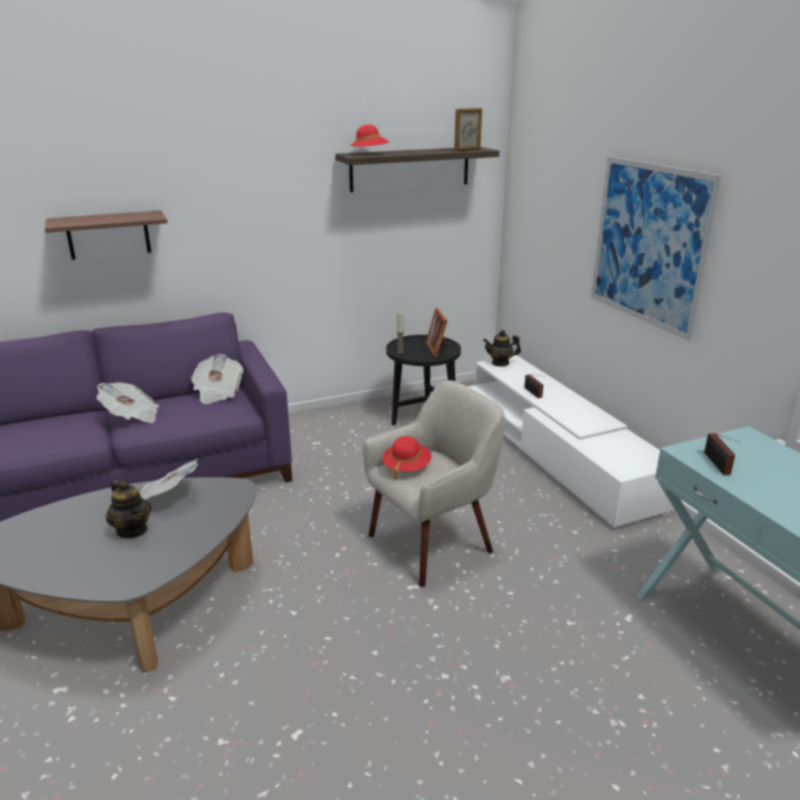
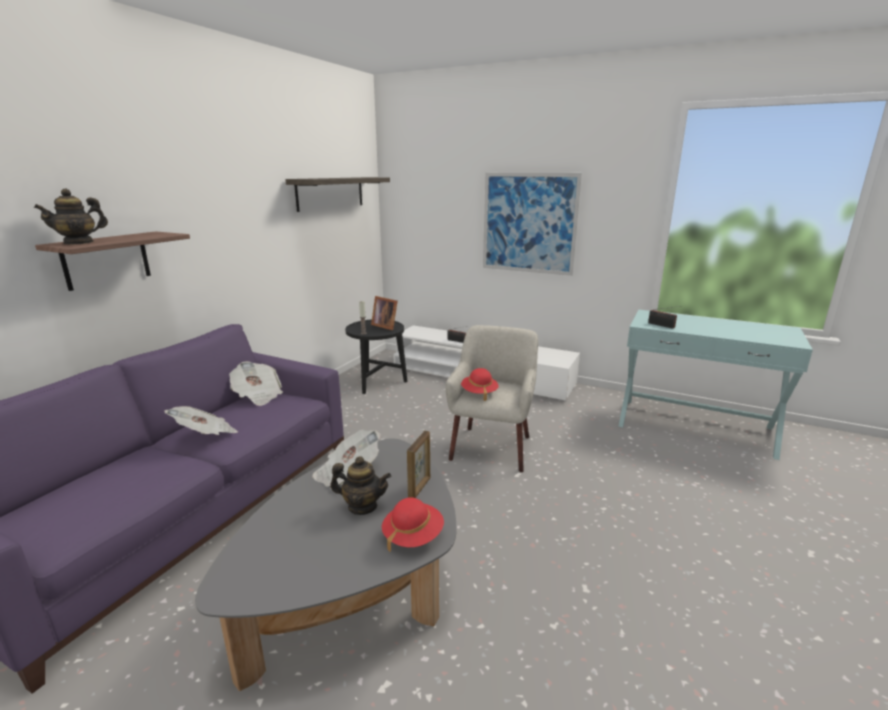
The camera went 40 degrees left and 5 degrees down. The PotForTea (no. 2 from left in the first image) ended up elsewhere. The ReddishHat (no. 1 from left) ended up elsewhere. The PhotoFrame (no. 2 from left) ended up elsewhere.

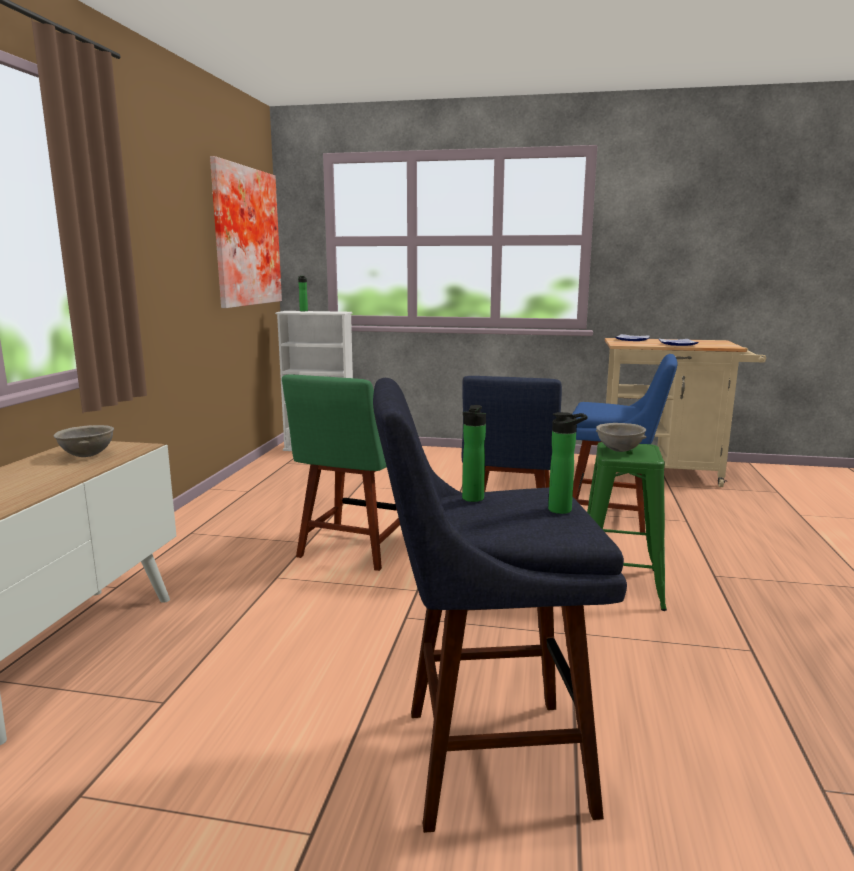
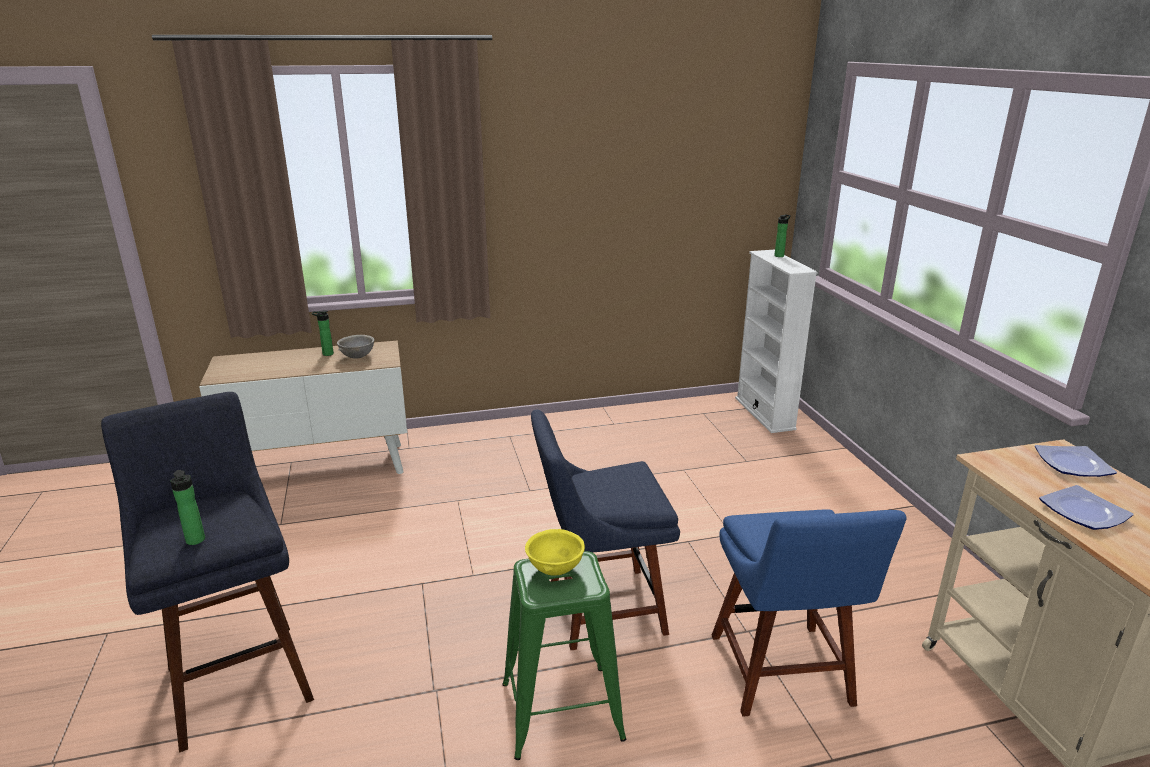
The camera went 65 degrees right and 10 degrees up. The DrinkBottle (no. 2 from left) ended up elsewhere. What was the GreyishServingBowl (no. 2 from left) turned into the YellowServingBowl. The second view lost the Picture. The second view lost the GreenChair.

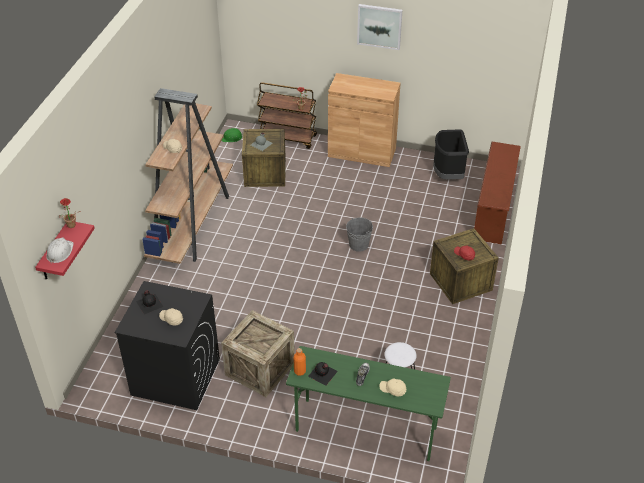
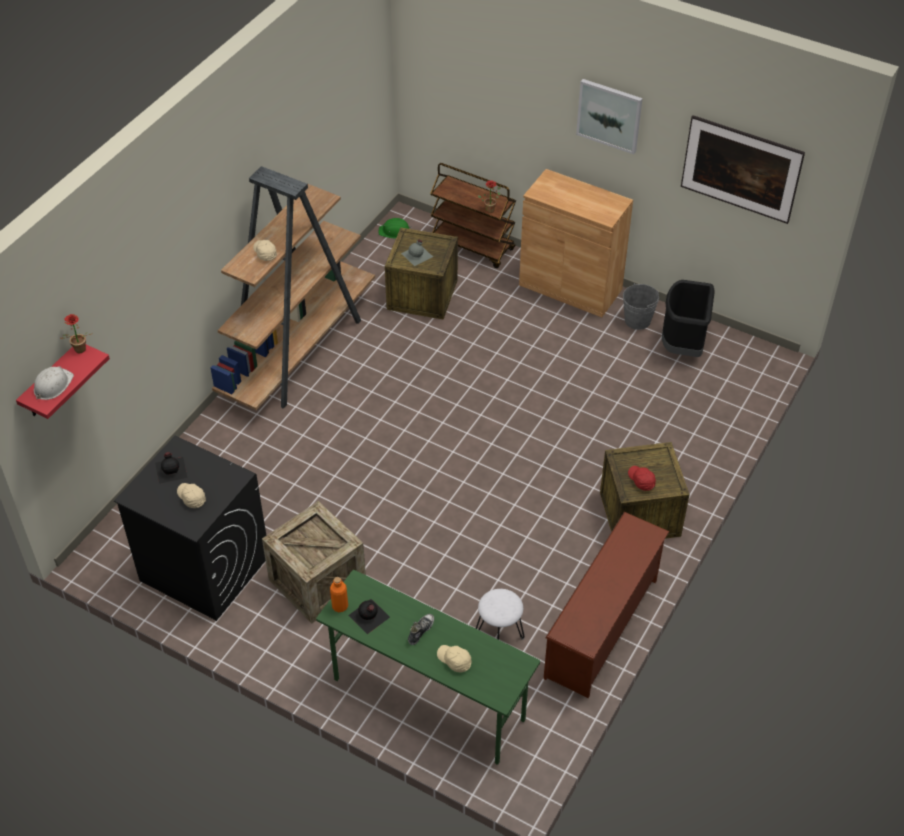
The camera went 15 degrees right and 5 degrees up. The BrownShoeRack ended up elsewhere. The GreyishPail ended up elsewhere. The second view gained the Picture (no. 2 from left).

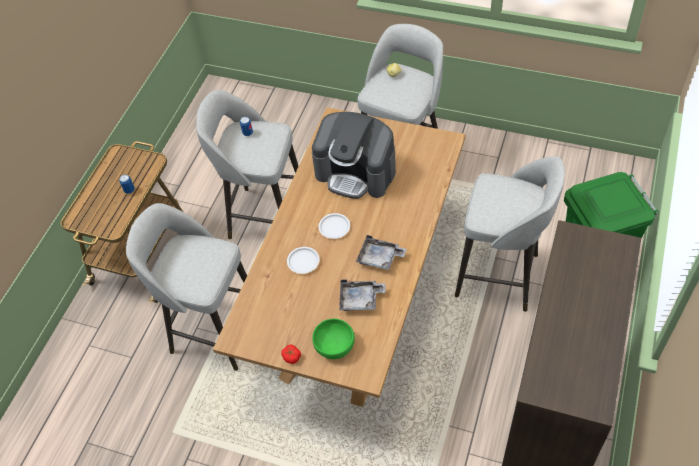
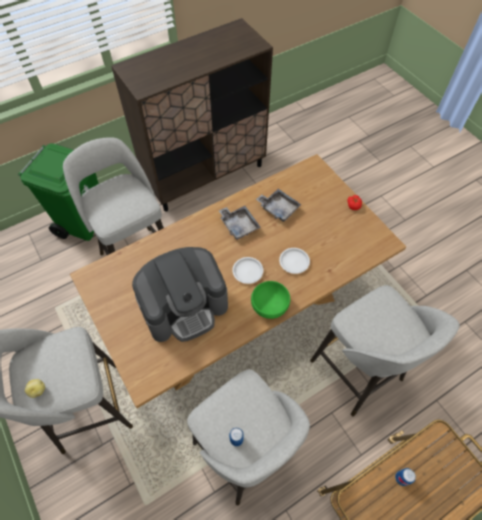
The camera went 145 degrees left and 5 degrees up. The CoffeeMaker ended up facing another way, 90 degrees clockwise from before. The GreenServingBowl ended up elsewhere.

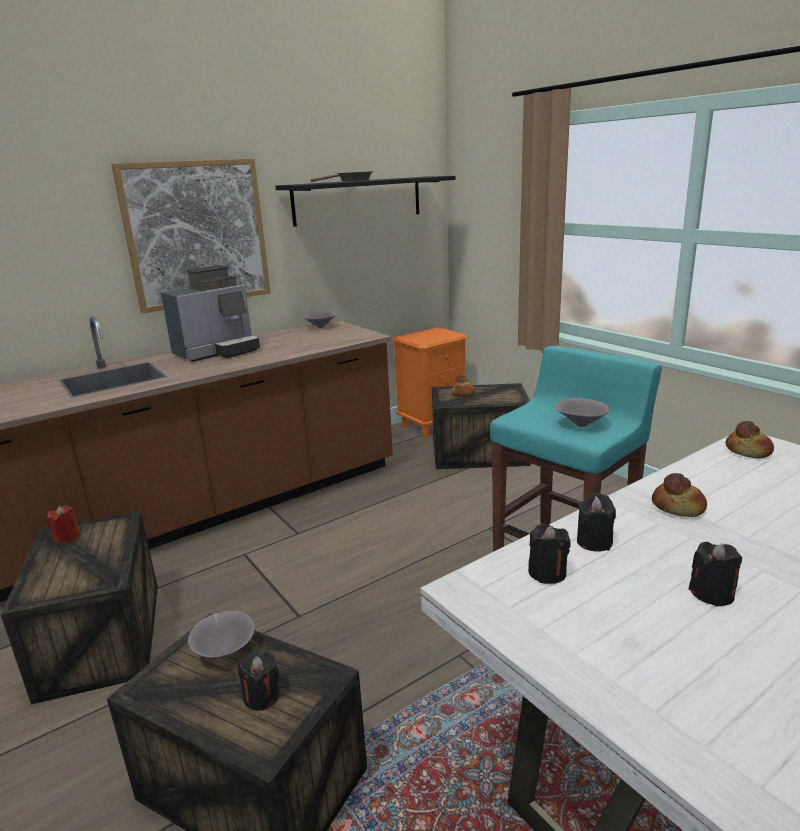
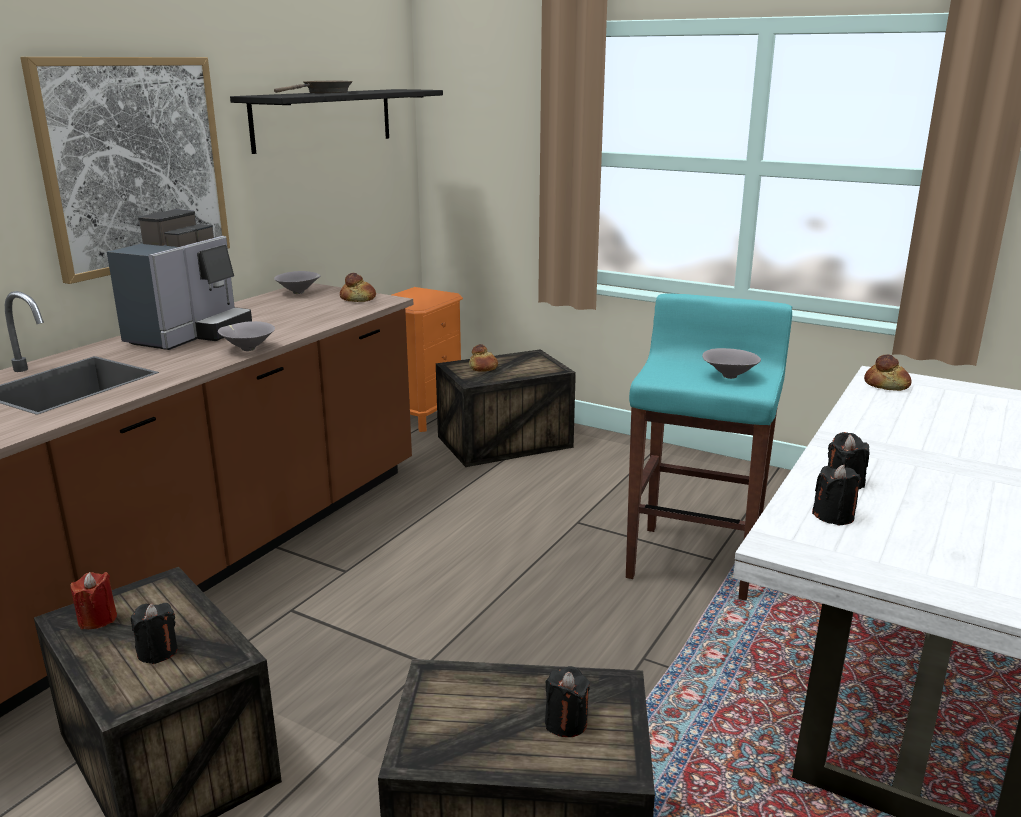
The camera went 25 degrees left and 0 degrees up. The BlackCandle (no. 4 from left in the first image) ended up elsewhere. The GreyishServingBowl (no. 1 from left) ended up elsewhere. The BakedBread (no. 2 from left in the first image) ended up elsewhere.

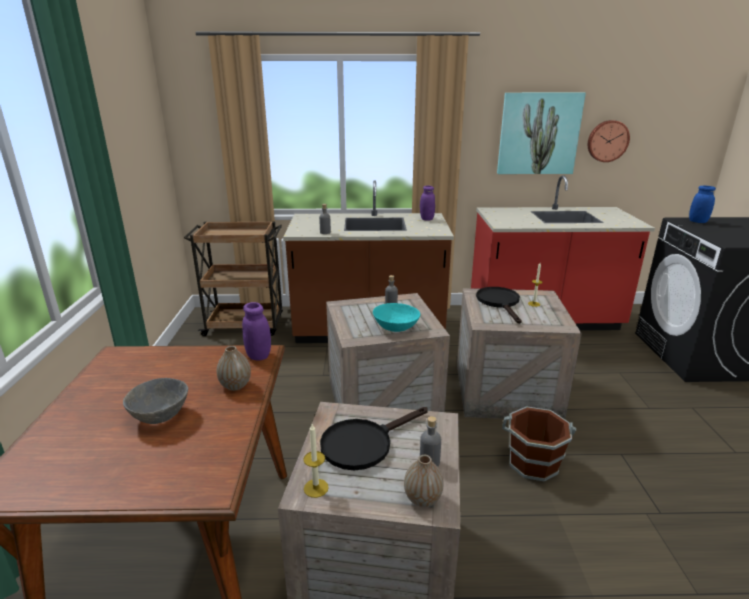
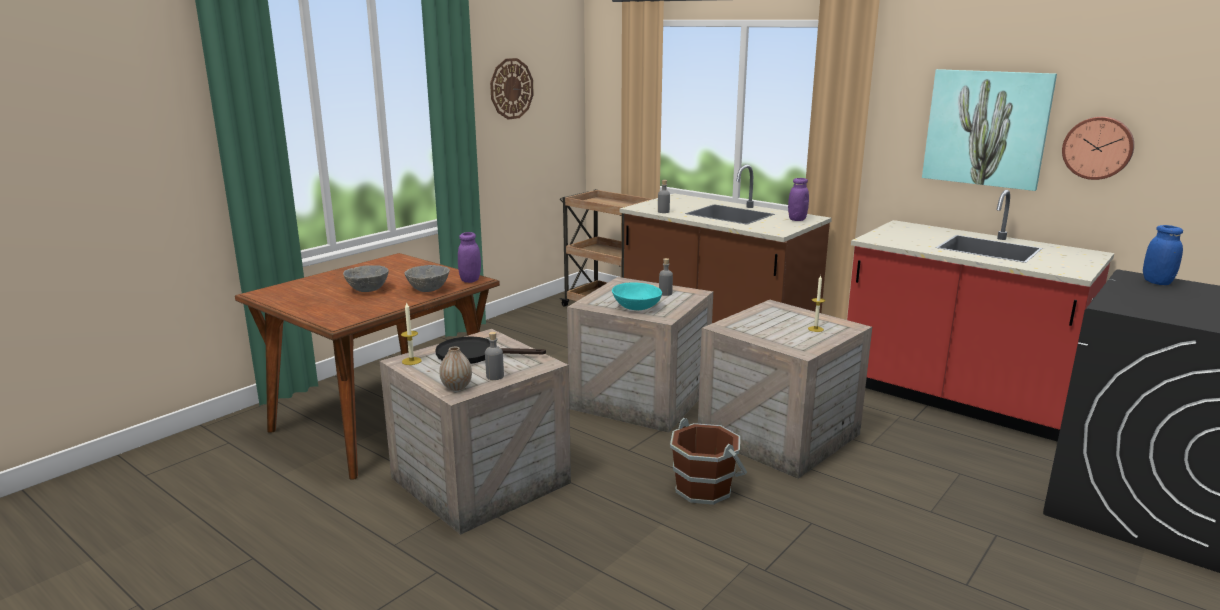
The camera went 40 degrees right and 5 degrees down. Where the DecorativeVase (no. 1 from left) stood, the GreyishServingBowl (no. 2 from left) came to stand. The second view gained the HangingClock (no. 1 from left). The second view lost the BlackSkillet (no. 2 from left).

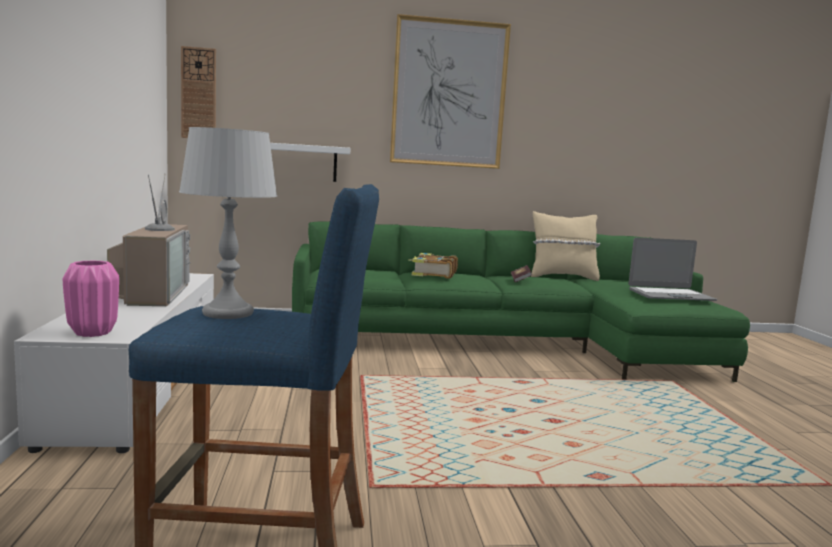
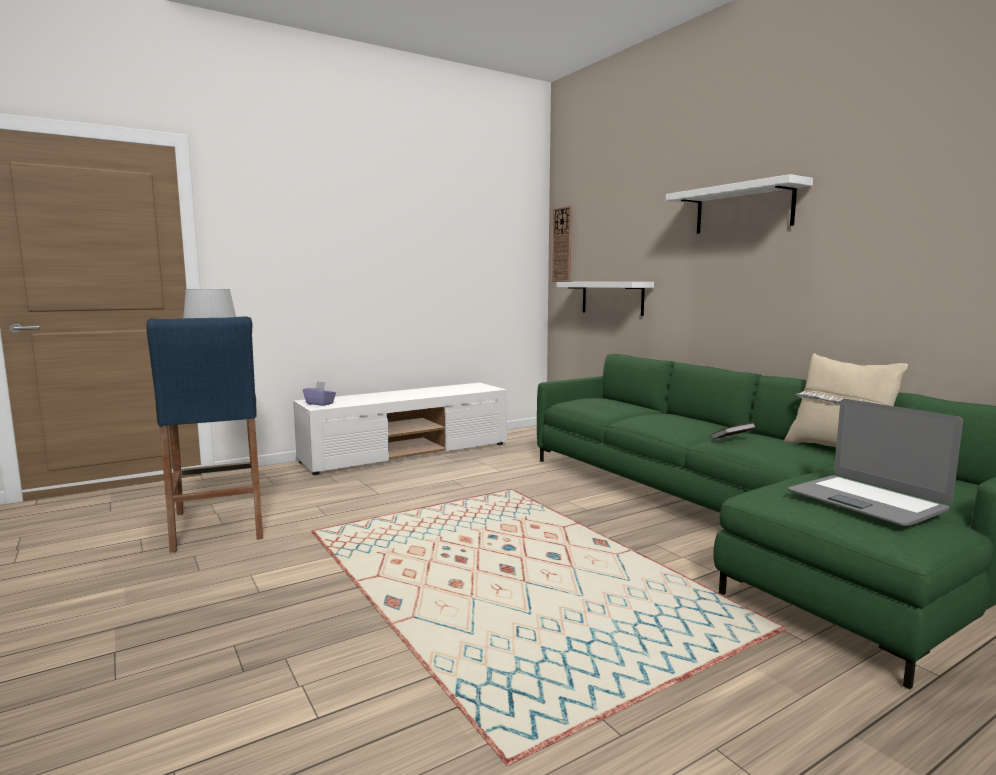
The camera went 65 degrees right and 0 degrees up. Where the PinkishDecorativeVase stood, the PurplishBoxOfTissues came to stand. Where the Picture hung, the WhiteWallShelf (no. 2 from left) came to hang. The second view lost the Television. The second view lost the BoundBook (no. 1 from left).

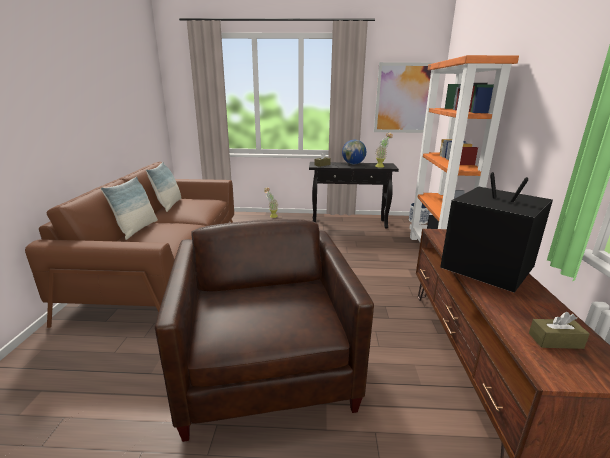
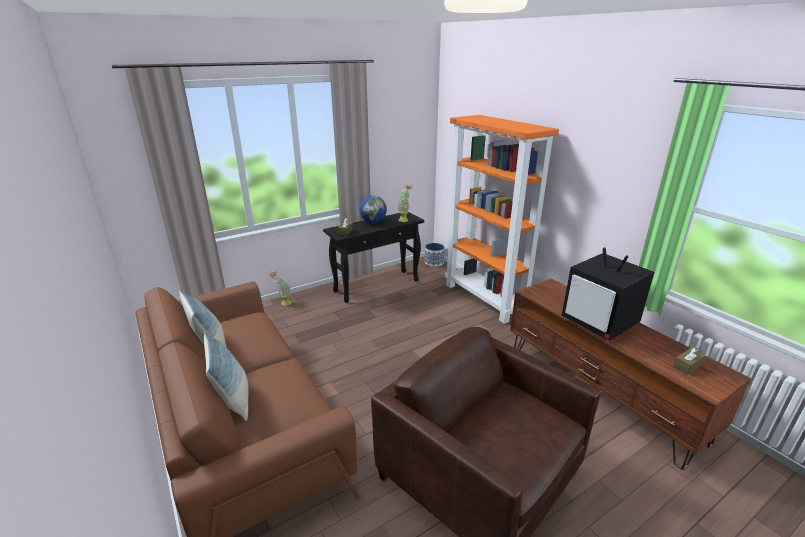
The camera went 35 degrees left and 5 degrees up. The Television ended up facing another way, 135 degrees counterclockwise from before. The second view lost the Picture.

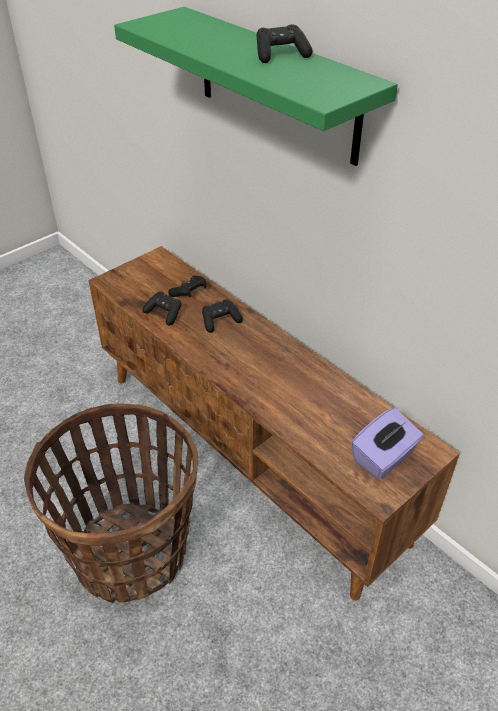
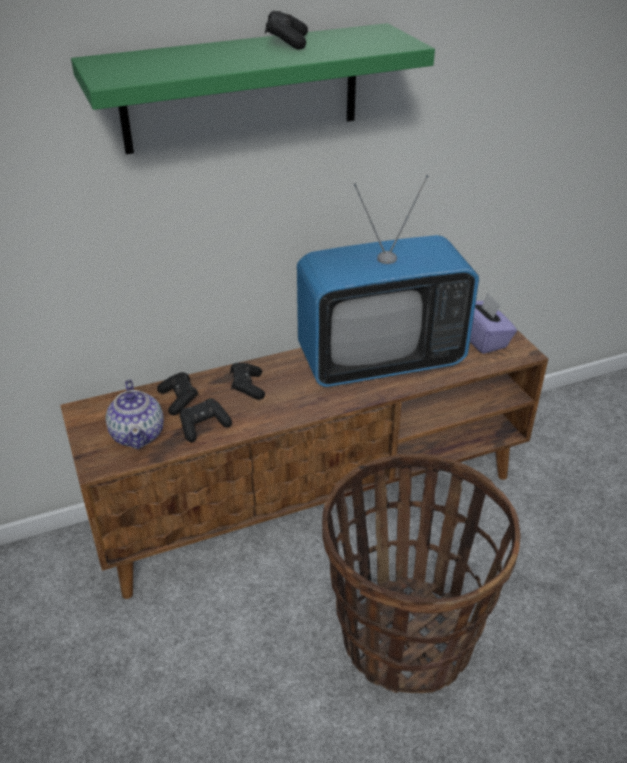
The camera went 70 degrees left and 5 degrees down. The second view gained the PotForTea. The second view gained the Television.

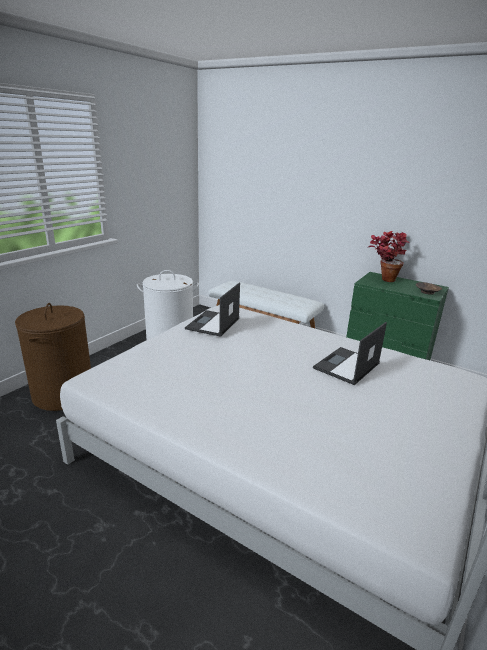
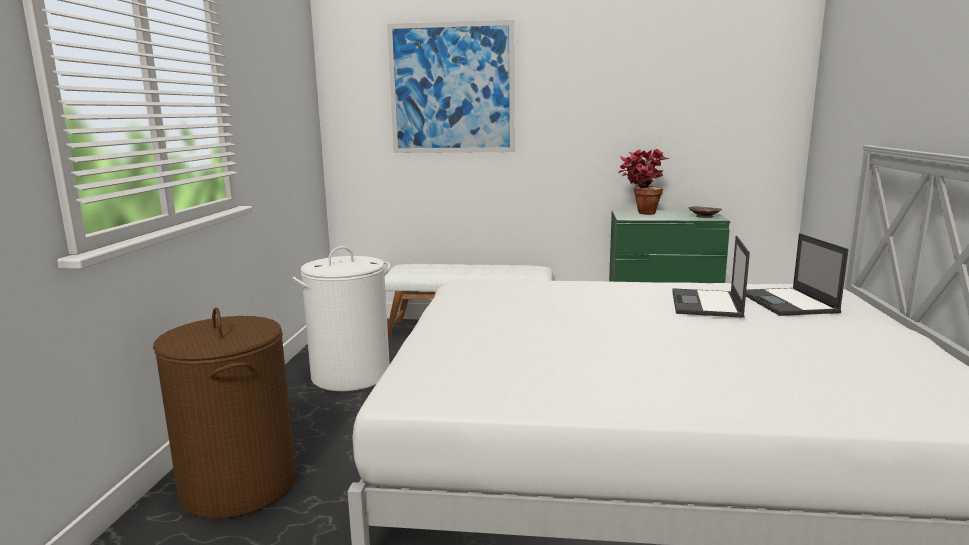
The camera went 25 degrees left and 10 degrees down. The second view gained the Picture. The PortableComputer (no. 1 from left in the first image) ended up elsewhere.

